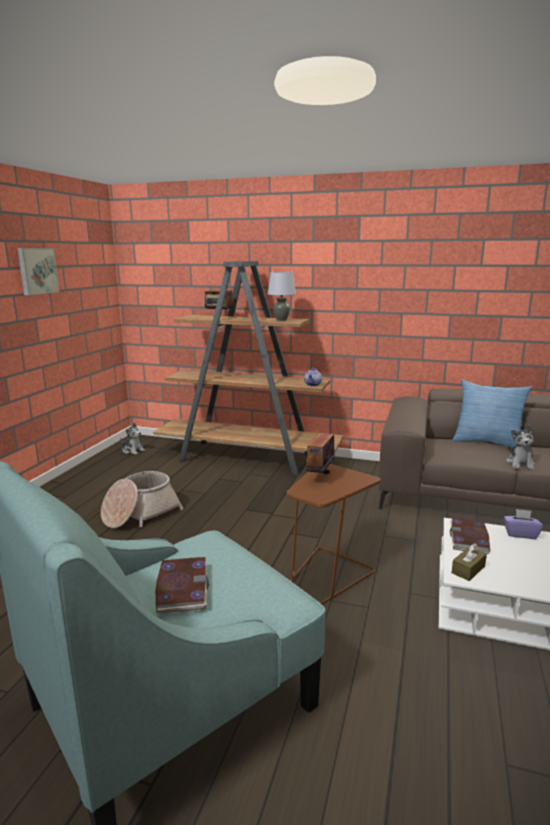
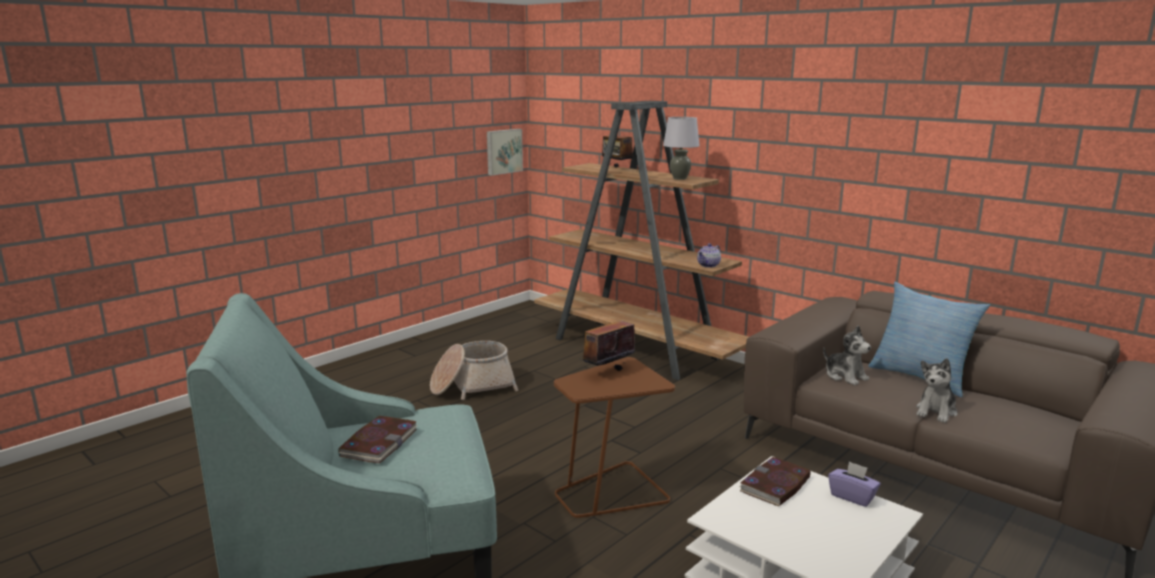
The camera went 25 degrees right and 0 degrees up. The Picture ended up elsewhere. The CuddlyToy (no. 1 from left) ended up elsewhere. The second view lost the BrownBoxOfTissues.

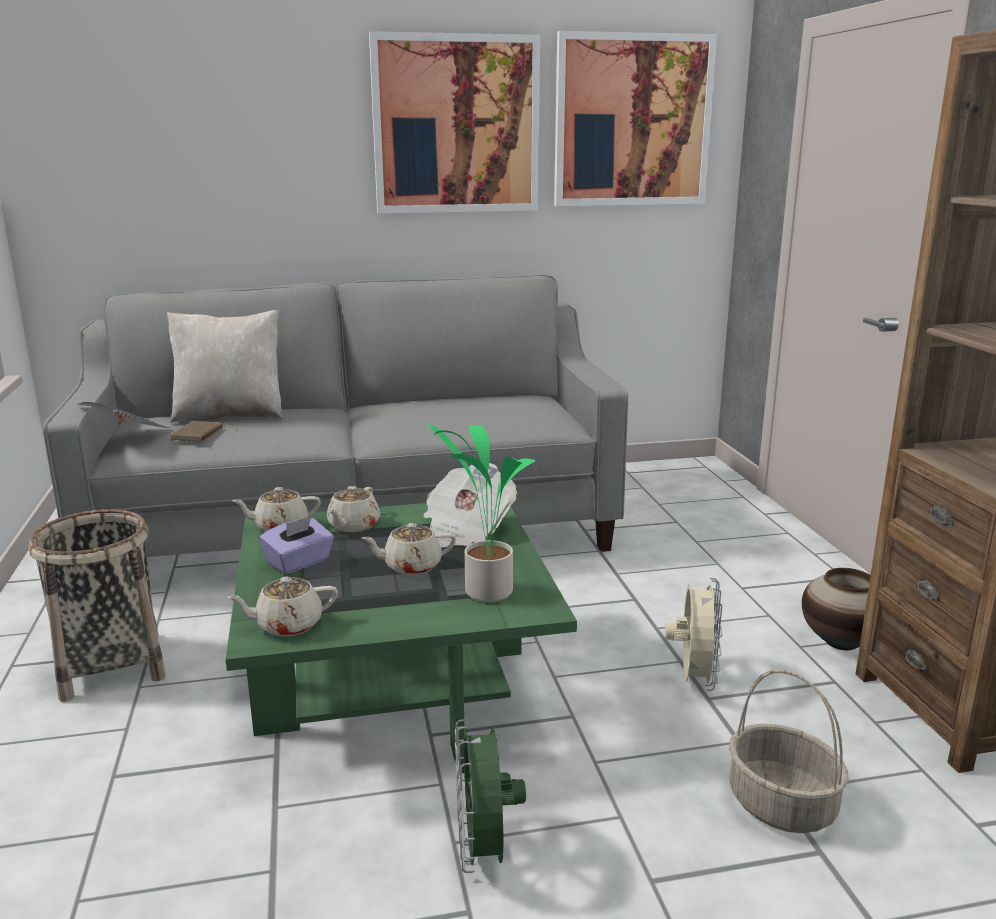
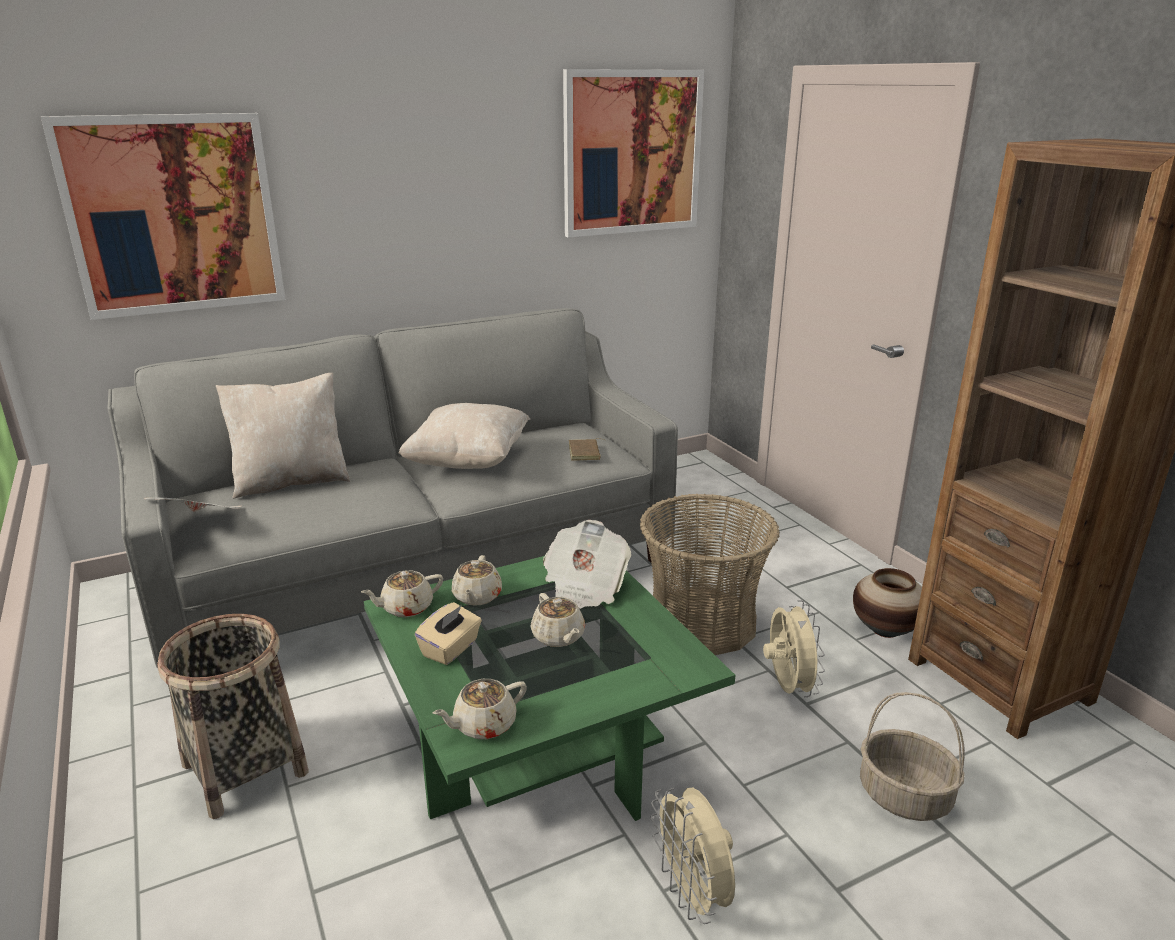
The camera went 15 degrees left and 5 degrees up. The Picture (no. 1 from left) ended up elsewhere. The second view gained the SandColouredThrowPillow (no. 2 from left). What was the PurplishBoxOfTissues turned into the SandColouredBoxOfTissues. The SandColouredPotForTea (no. 4 from left) ended up facing another way, 90 degrees counterclockwise from before. The BrownBoundBook ended up elsewhere. The second view gained the StorageBasket (no. 2 from left). What was the GreenElectricFan turned into the SandColouredElectricFan (no. 1 from left). The second view lost the PottedPlant.

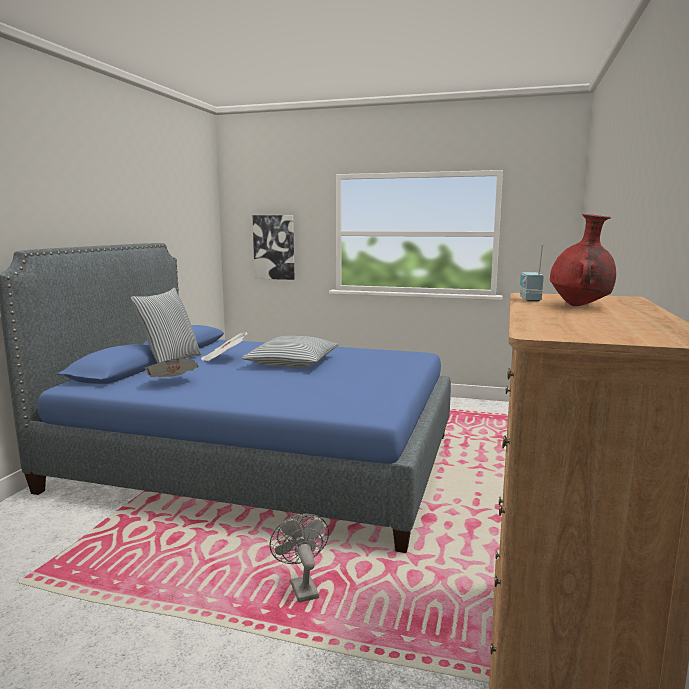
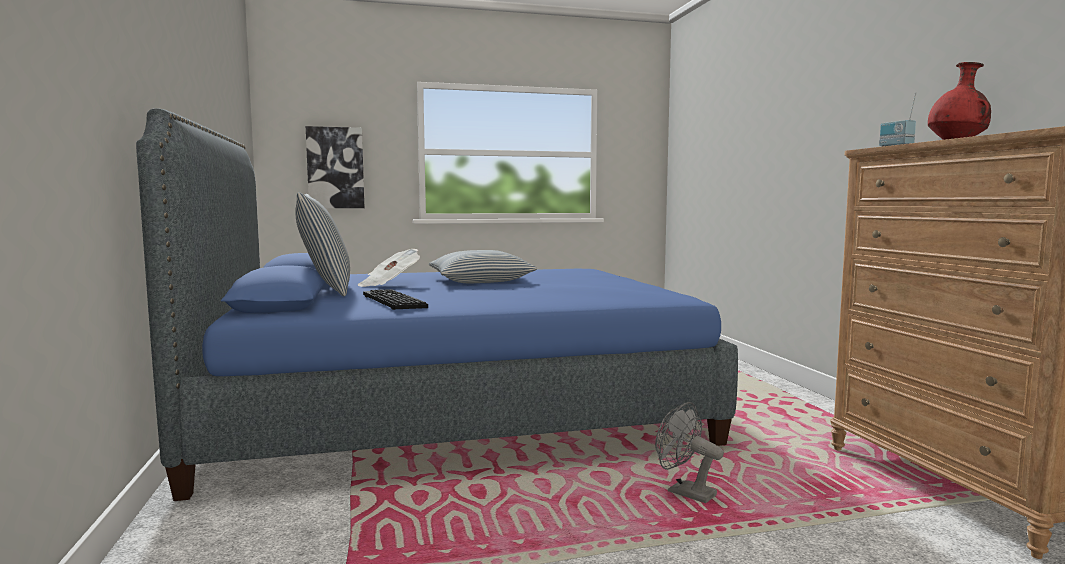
The camera went 30 degrees left and 5 degrees down. Where the Newspaper (no. 1 from left) stood, the Keyboard came to stand.

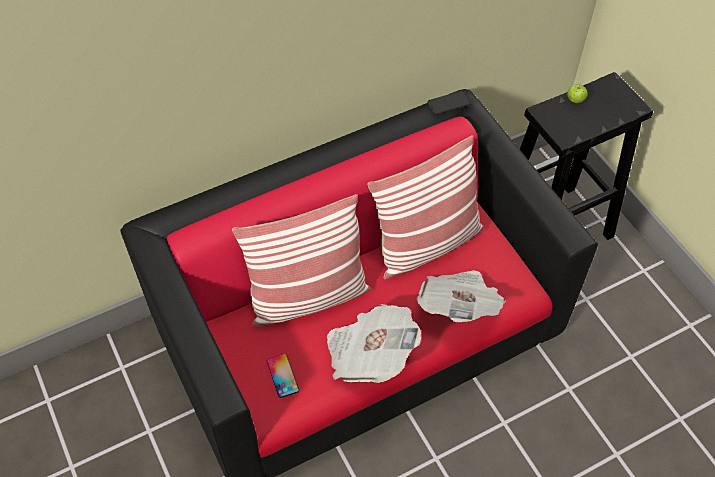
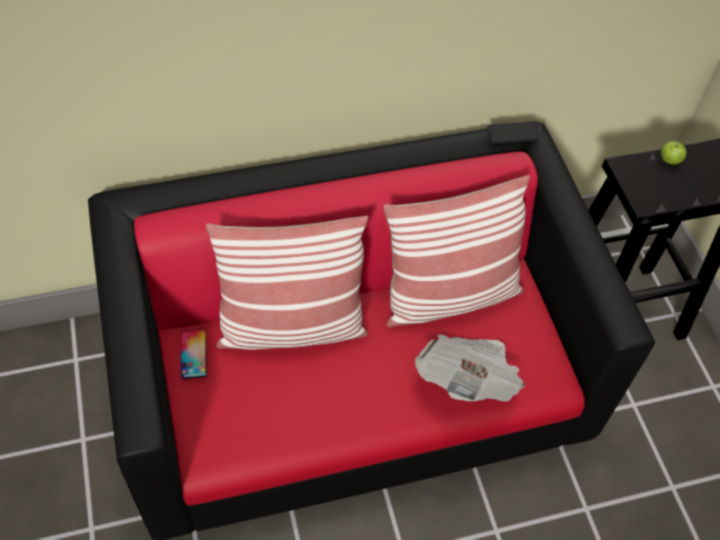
The camera went 10 degrees right and 0 degrees up. The Telephone (no. 1 from left) ended up elsewhere. The second view lost the Newspaper (no. 1 from left).

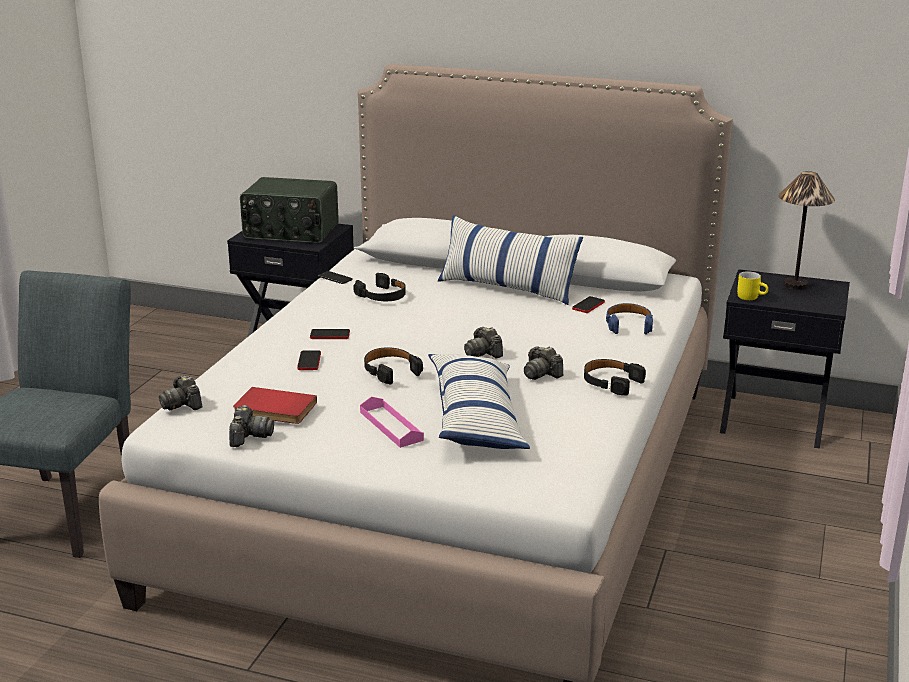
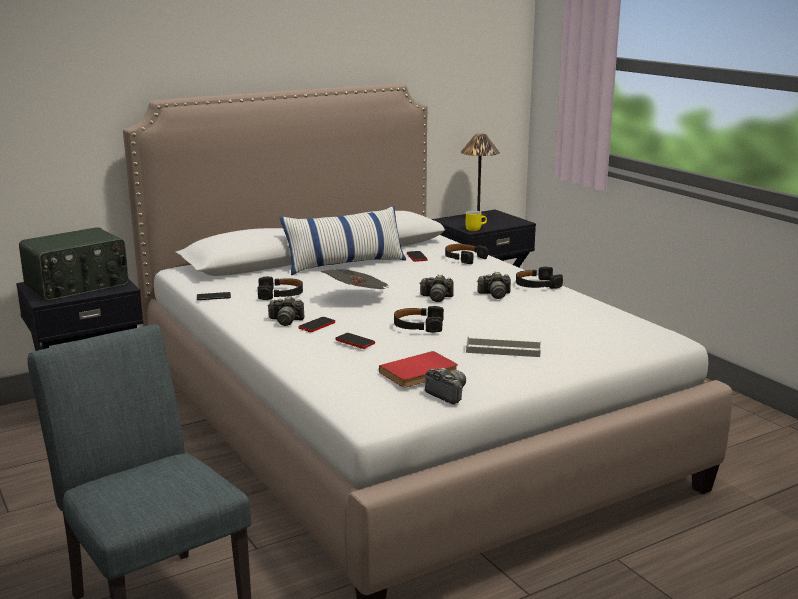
The camera went 50 degrees left and 5 degrees down. The PhotoCamera (no. 1 from left) ended up elsewhere. The second view gained the Newspaper. What was the BluishHeadset turned into the BlackHeadset (no. 3 from left). What was the PinkishServingTray turned into the GreyishServingTray. The second view lost the ThrowPillow (no. 1 from left).

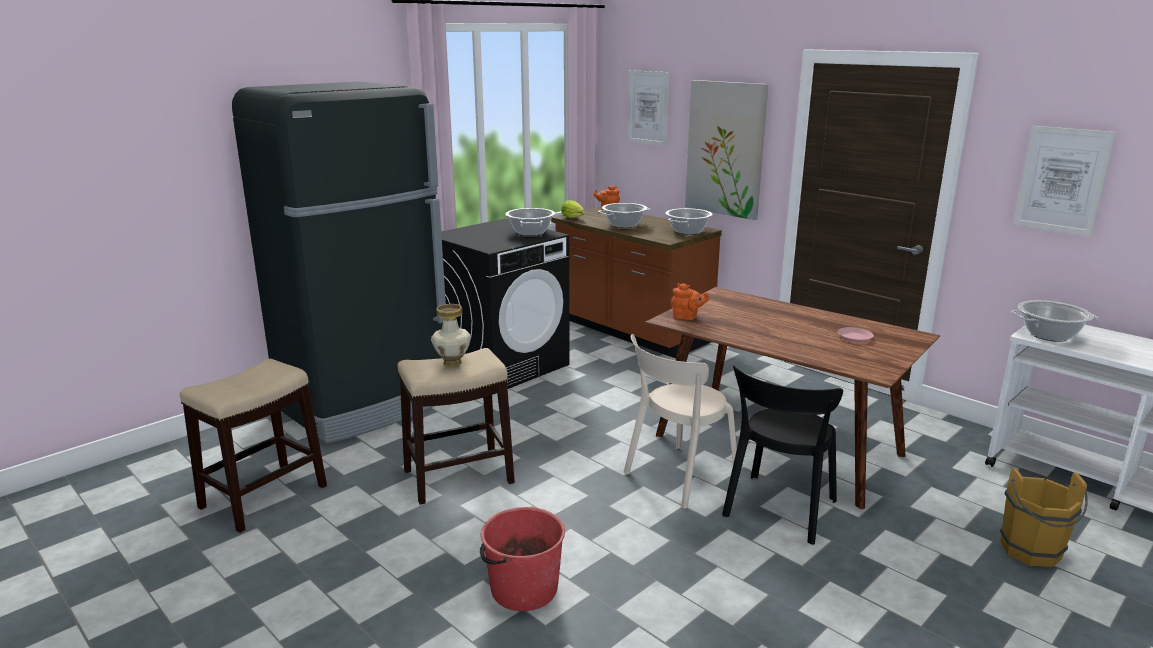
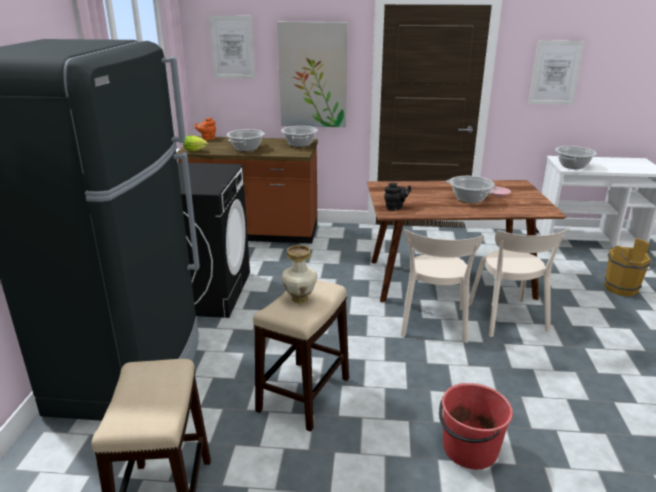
The camera went 40 degrees left and 5 degrees up. What was the OrangeyPotForTea (no. 2 from left) turned into the BlackPotForTea. The Saucepot (no. 1 from left in the first image) ended up elsewhere. What was the BlackChair turned into the SandColouredChair (no. 2 from left).

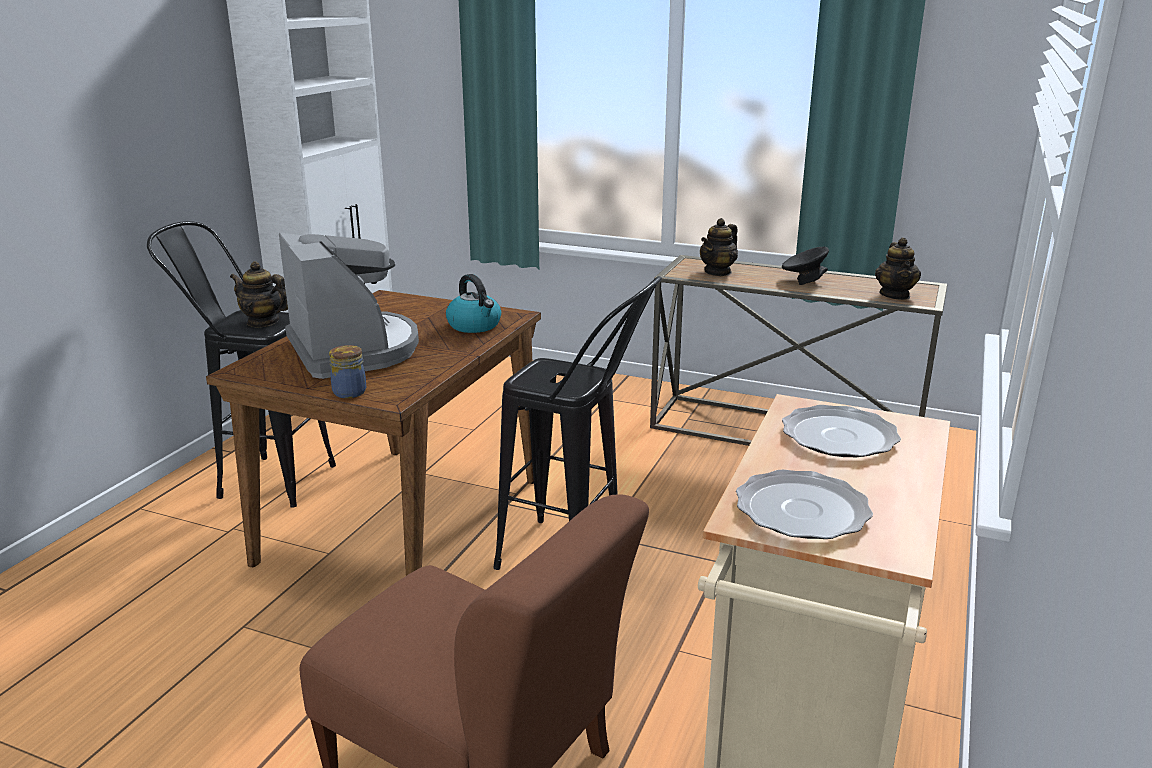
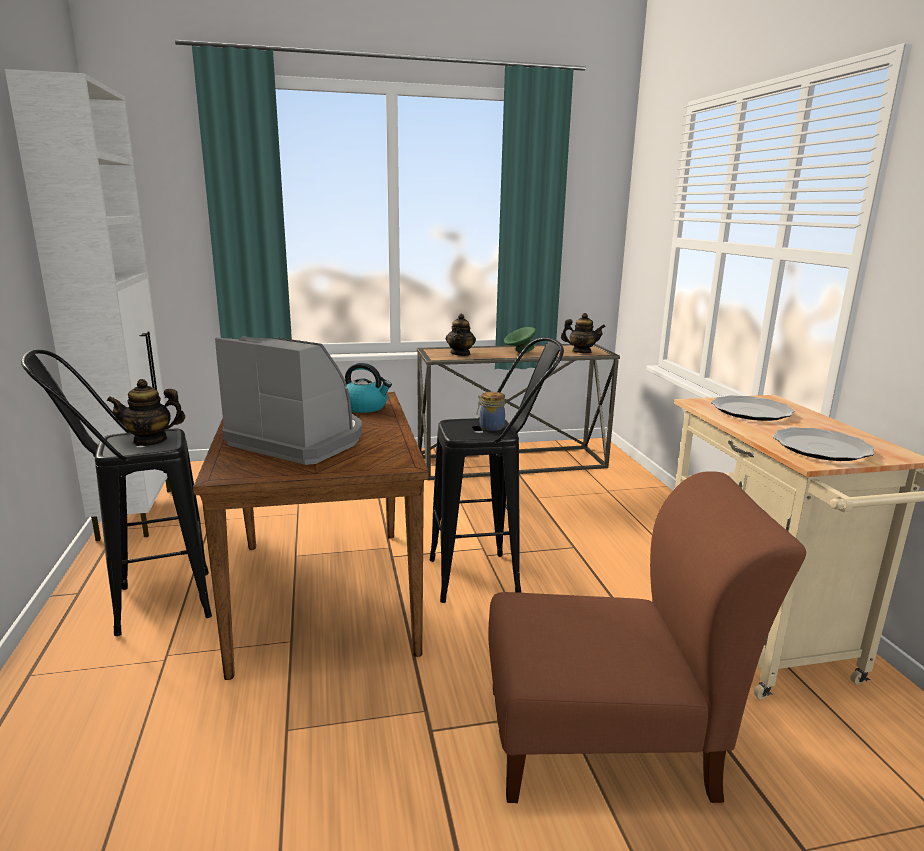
The camera went 35 degrees left and 5 degrees down. The StorageJar ended up elsewhere. What was the BlackServingBowl turned into the GreenServingBowl. The PotForTea (no. 3 from left) ended up facing another way, 45 degrees counterclockwise from before.

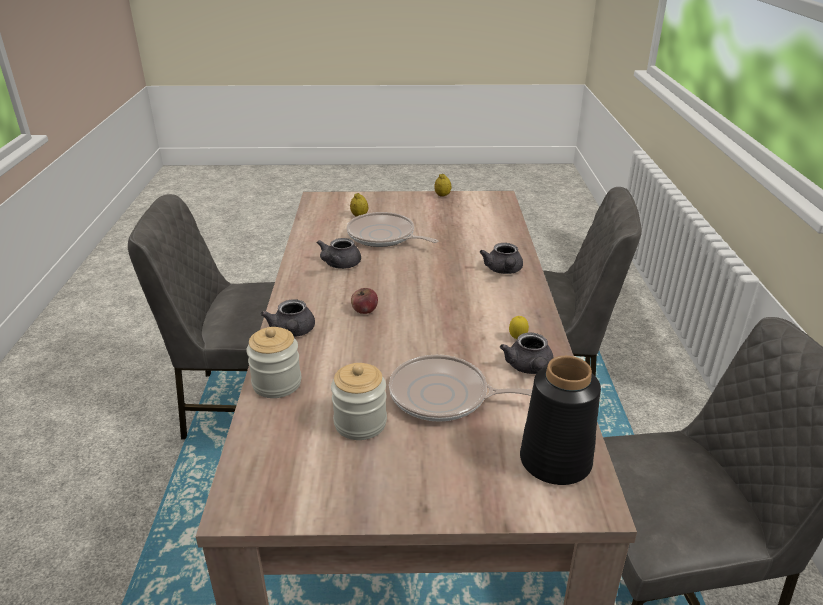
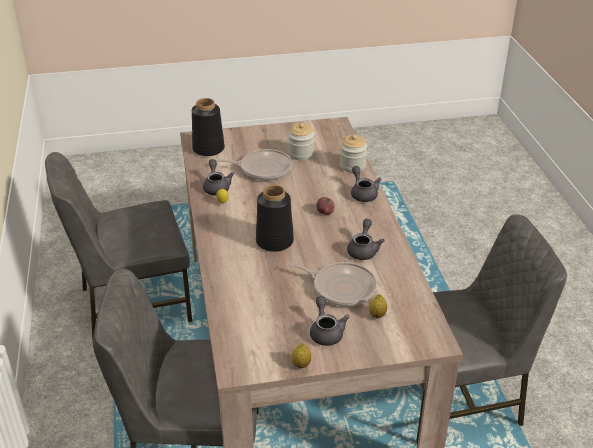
The camera went 170 degrees right and 5 degrees up. The second view gained the BlackDecorativeVase (no. 2 from left). The GreyishPotForTea (no. 3 from left in the first image) ended up elsewhere.

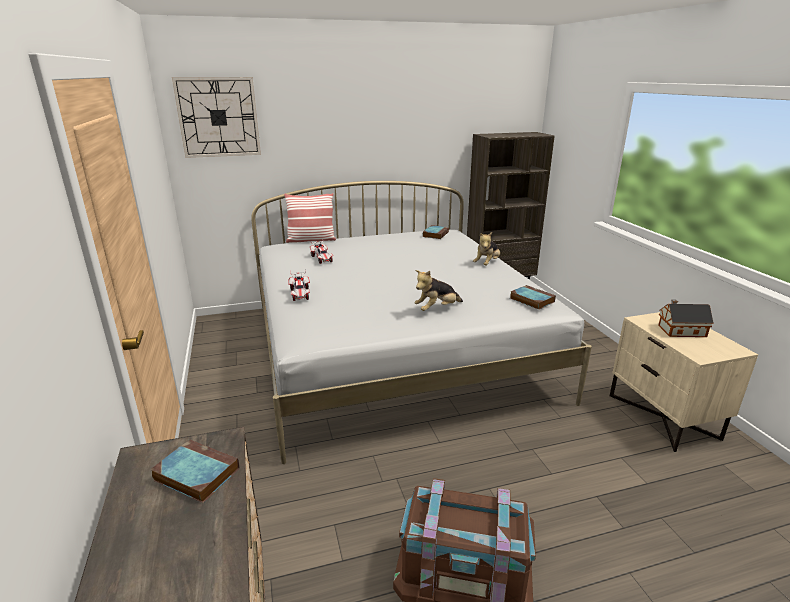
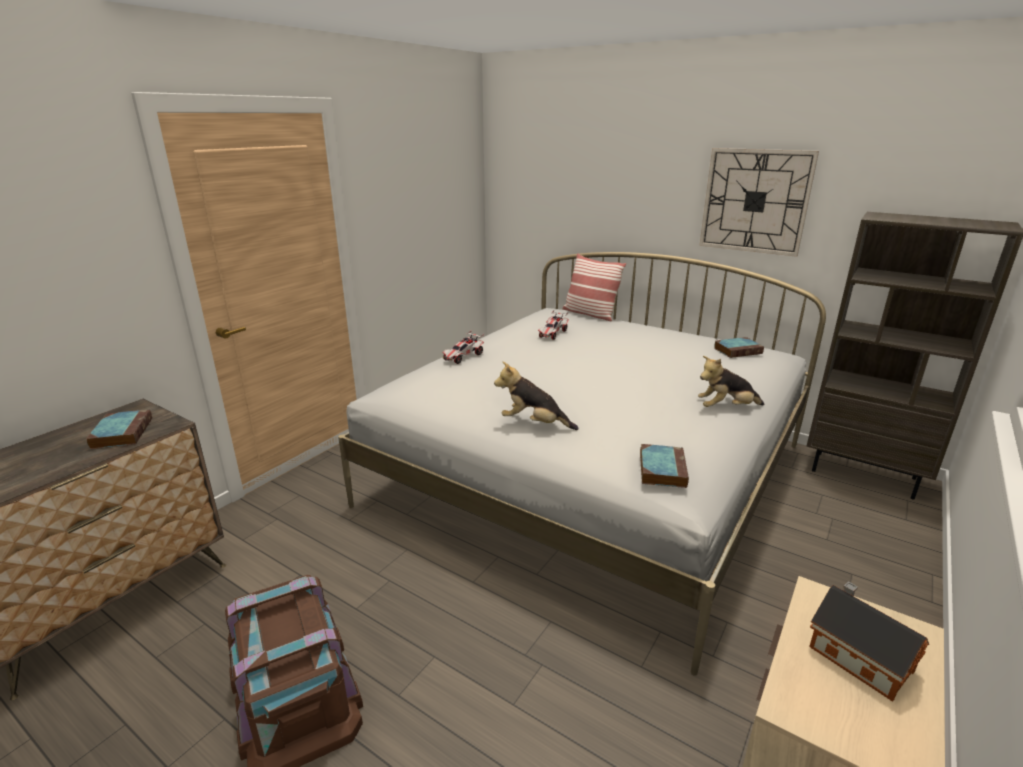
The camera went 50 degrees right and 0 degrees up. The HangingClock ended up elsewhere.

